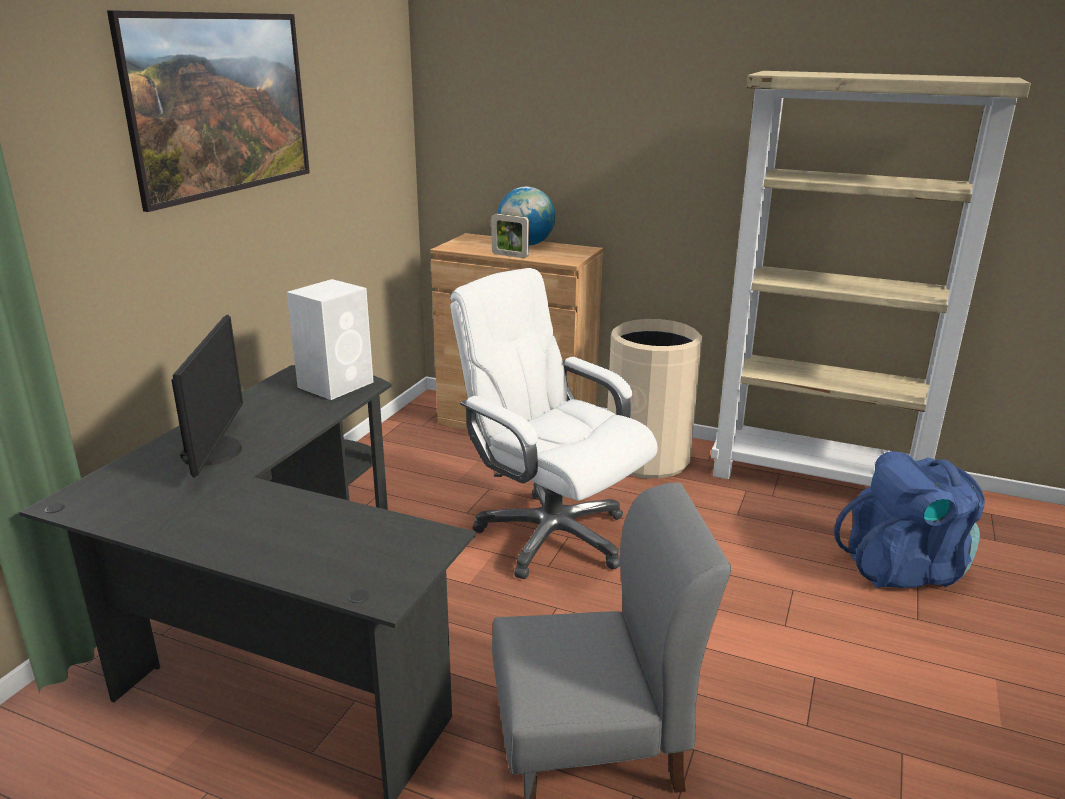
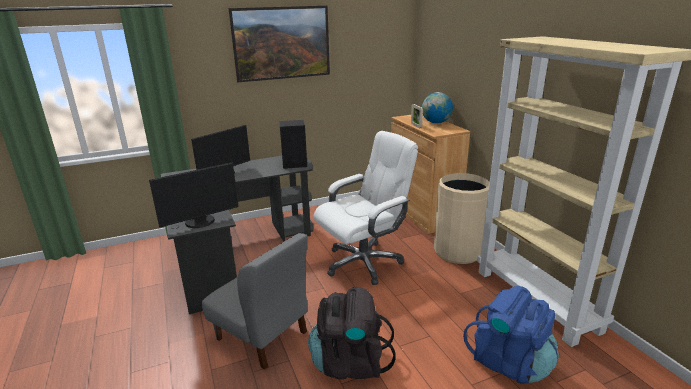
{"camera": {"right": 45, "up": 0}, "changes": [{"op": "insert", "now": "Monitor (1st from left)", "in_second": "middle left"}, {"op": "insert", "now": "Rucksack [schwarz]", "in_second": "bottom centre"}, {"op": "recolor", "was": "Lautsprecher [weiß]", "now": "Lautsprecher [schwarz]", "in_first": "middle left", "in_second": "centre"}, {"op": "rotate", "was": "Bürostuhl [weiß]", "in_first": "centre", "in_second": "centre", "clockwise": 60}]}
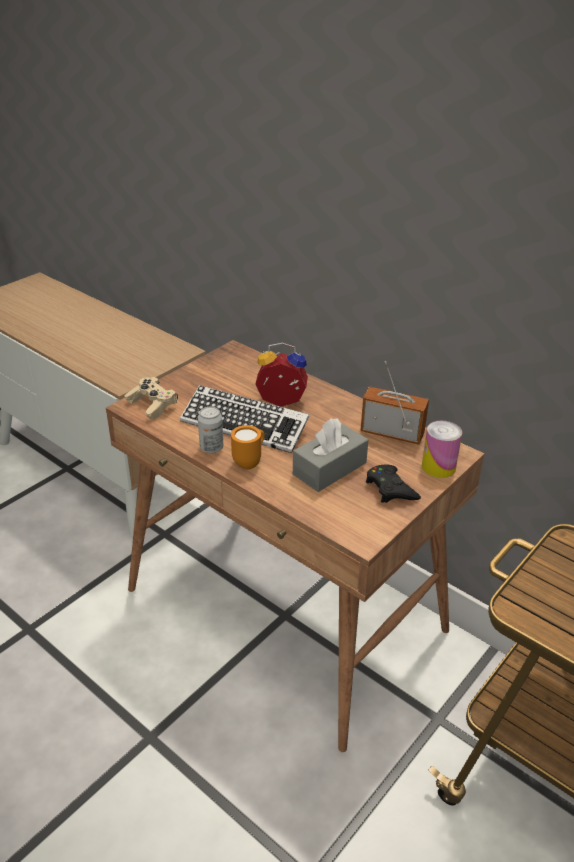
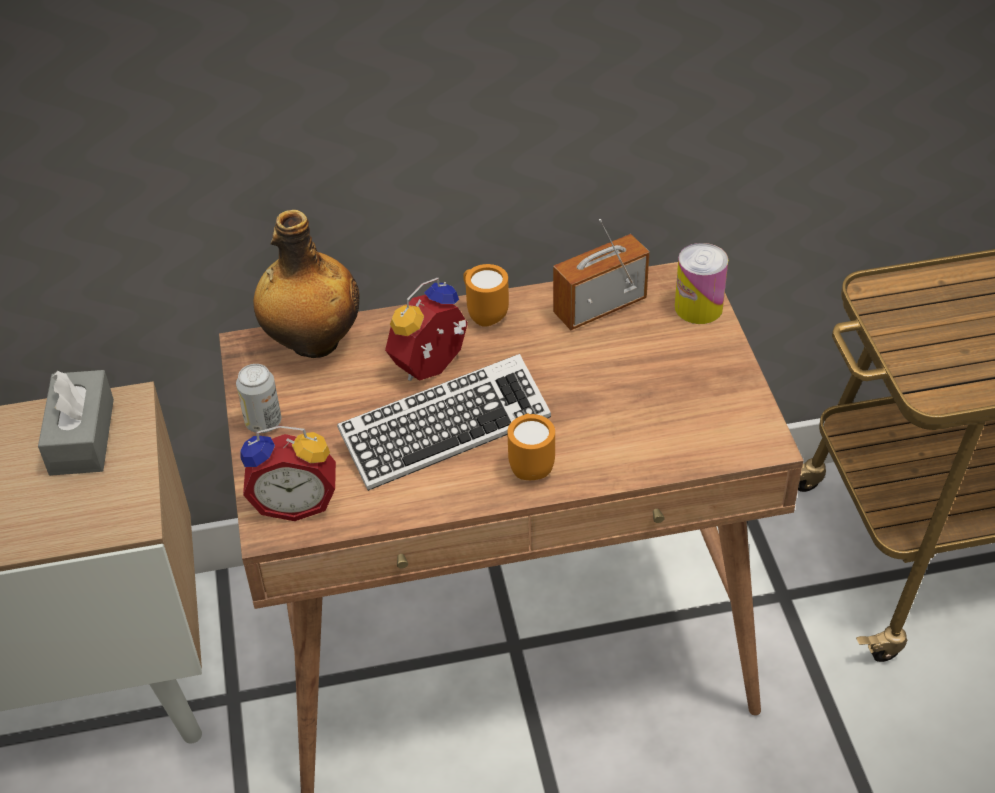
{"camera": {"right": -50, "up": 10}, "changes": [{"op": "delete", "was": "Gamepad [schwarz]", "in_first": "middle right"}, {"op": "insert", "now": "Flasche", "in_second": "middle left"}, {"op": "insert", "now": "Henkelbecher [orange] (1st from left)", "in_second": "centre"}, {"op": "move", "was": "Dose (1st from left)", "in_first": "centre", "in_second": "middle left"}, {"op": "move", "was": "Taschentuchbox [grau]", "in_first": "centre", "in_second": "middle left"}, {"op": "replace", "was": "Gamepad [beige]", "now": "Wecker (1st from left)", "in_first": "middle left", "in_second": "middle left"}]}
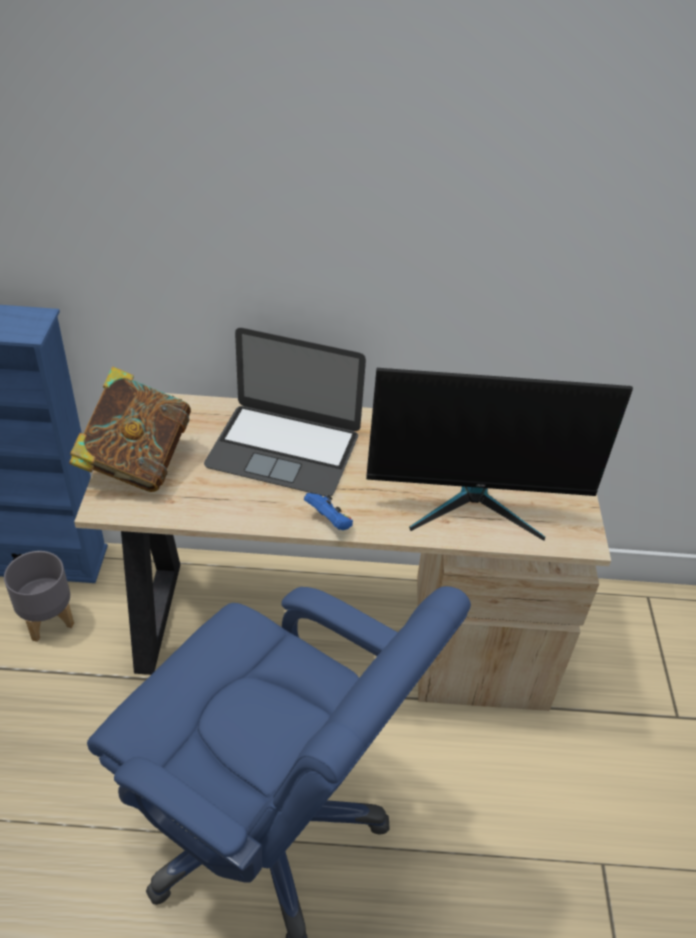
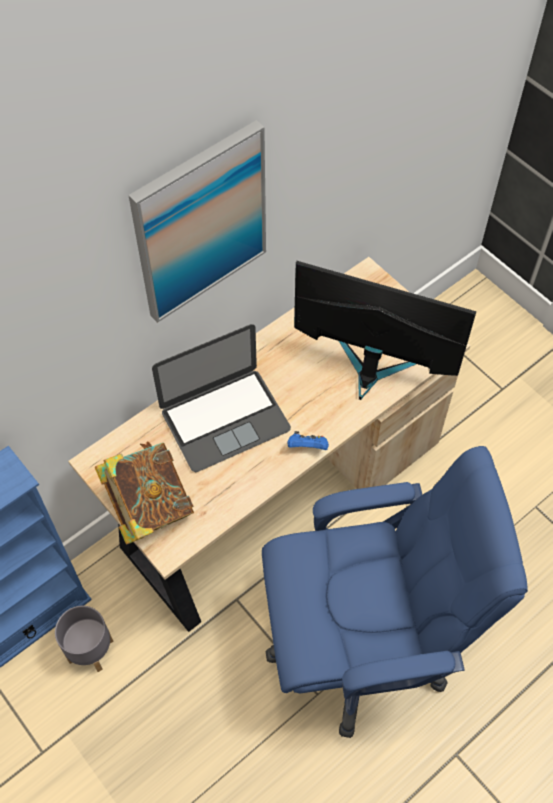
{"camera": {"right": -40, "up": 15}, "changes": [{"op": "insert", "now": "Bild", "in_second": "top centre"}, {"op": "rotate", "was": "Monitor", "in_first": "middle right", "in_second": "middle right", "clockwise": -120}]}
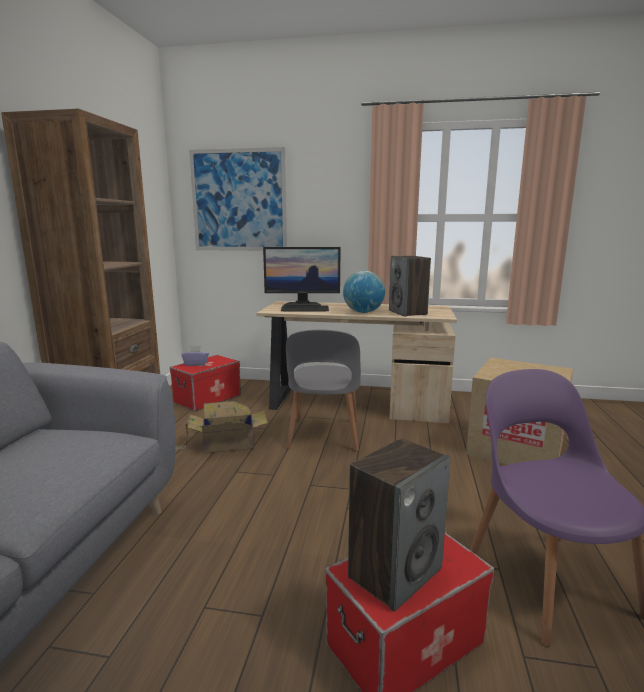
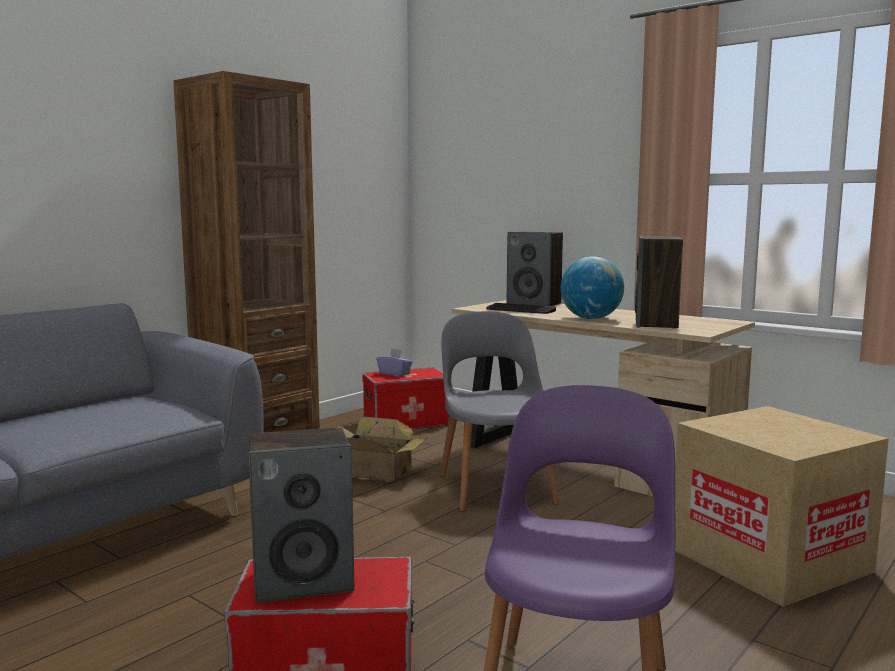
{"camera": {"right": 30, "up": -5}, "changes": [{"op": "delete", "was": "Bild", "in_first": "top centre"}, {"op": "replace", "was": "Monitor", "now": "Lautsprecher (2nd from left)", "in_first": "centre", "in_second": "centre"}, {"op": "rotate", "was": "Stuhl [grau]", "in_first": "centre", "in_second": "centre", "clockwise": 135}]}
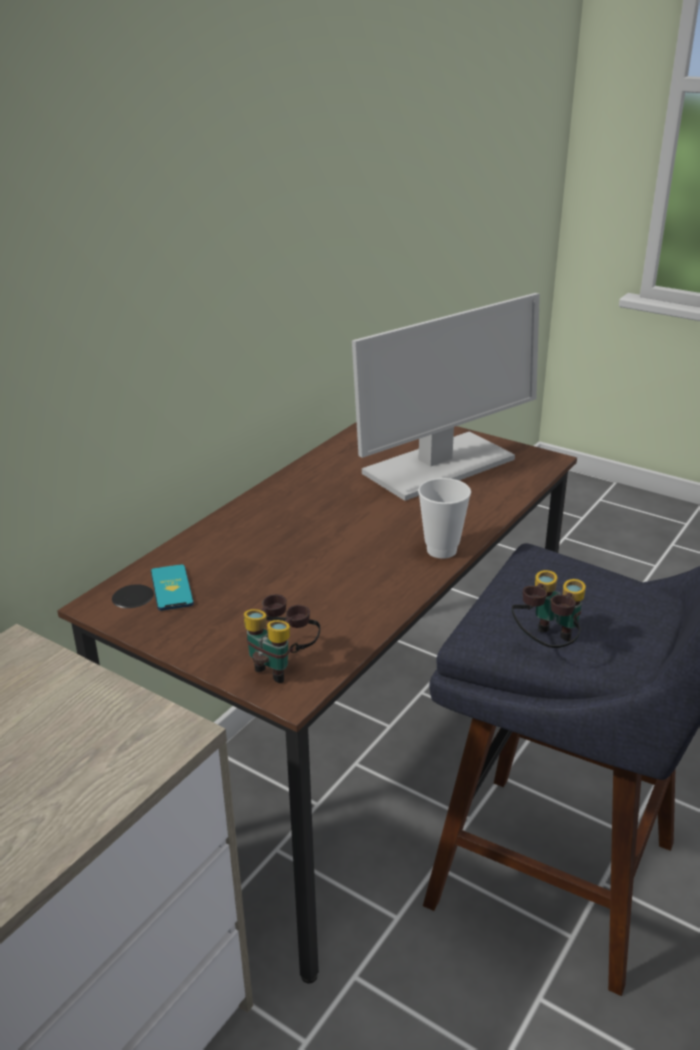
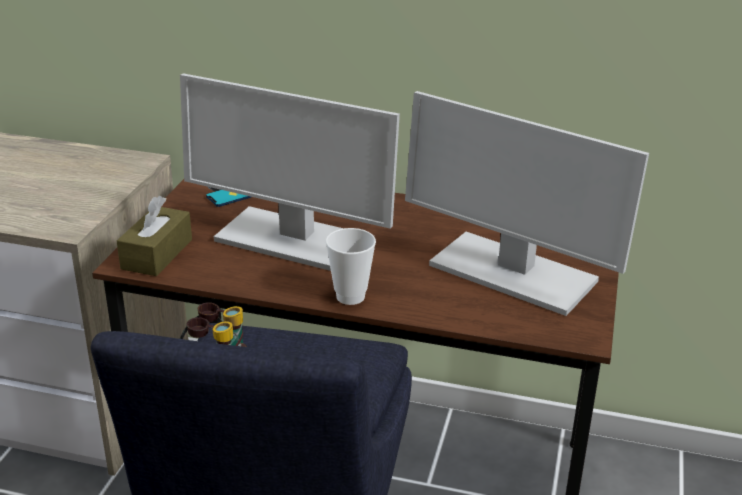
{"camera": {"right": 70, "up": 0}, "changes": [{"op": "insert", "now": "Monitor (1st from left)", "in_second": "centre"}, {"op": "replace", "was": "Fernglas (1st from left)", "now": "Taschentuchbox [braun]", "in_first": "centre", "in_second": "middle left"}]}
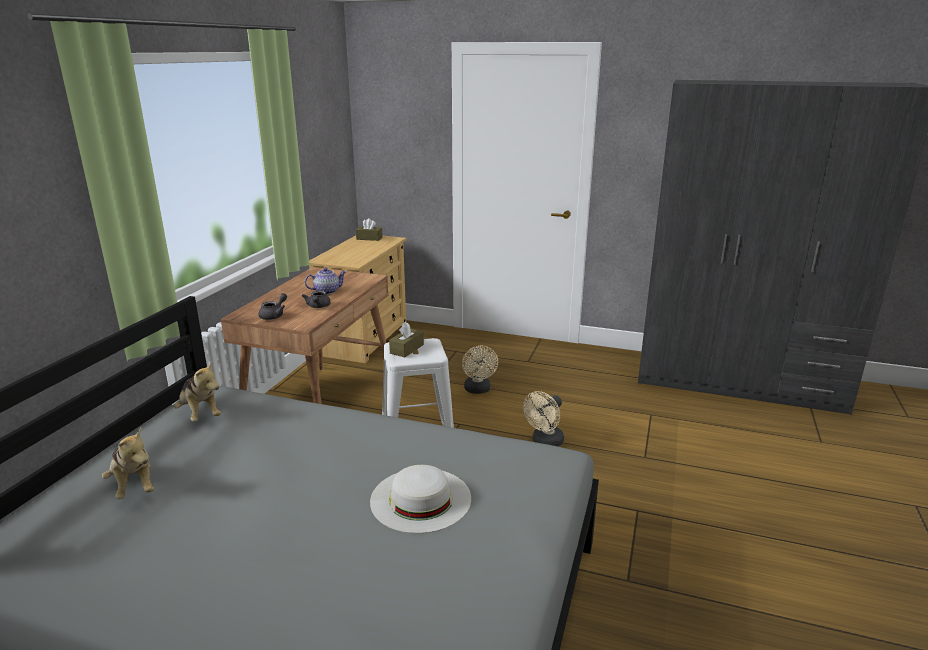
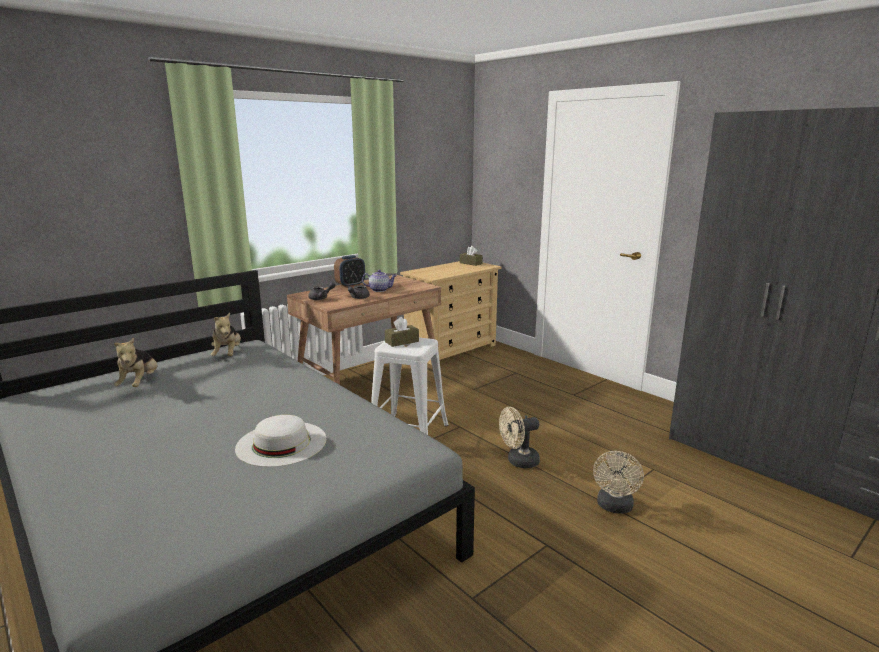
{"camera": {"right": 30, "up": -5}, "changes": [{"op": "insert", "now": "Wecker", "in_second": "centre"}, {"op": "move", "was": "Ventilator [beige] (1st from left in the first image)", "now": "Ventilator [beige] (2nd from left)", "in_first": "centre", "in_second": "bottom right"}]}
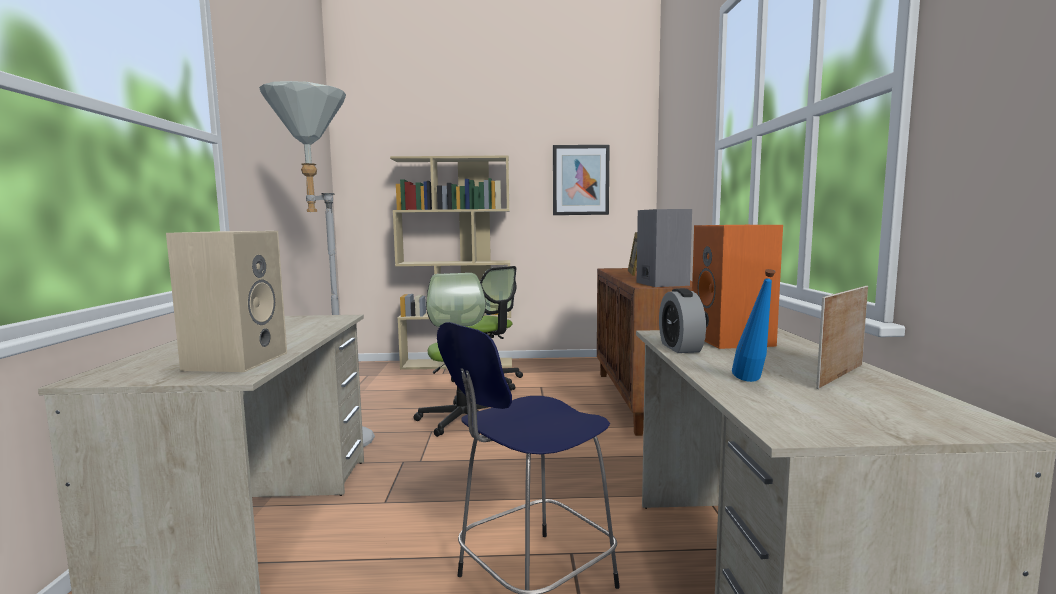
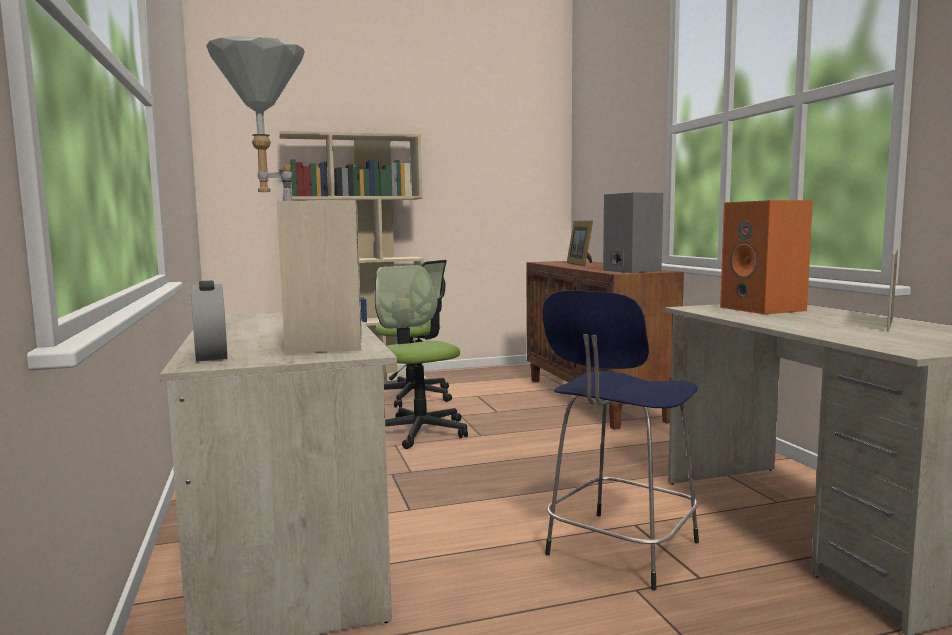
{"camera": {"right": -15, "up": 0}, "changes": [{"op": "delete", "was": "Bild", "in_first": "top centre"}, {"op": "delete", "was": "Flasche [blau]", "in_first": "middle right"}, {"op": "move", "was": "Wecker", "in_first": "centre", "in_second": "middle left"}]}
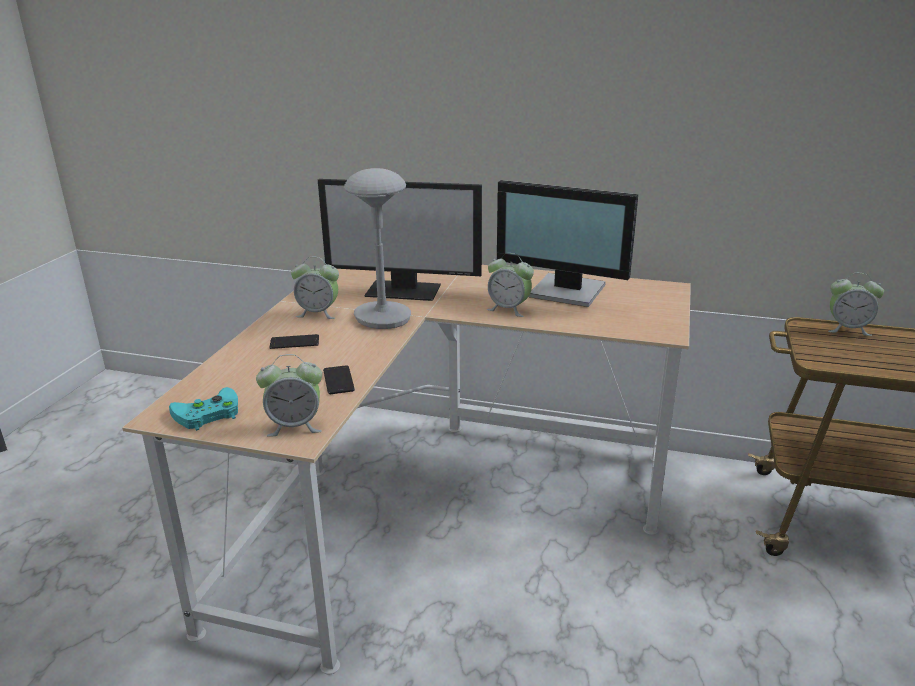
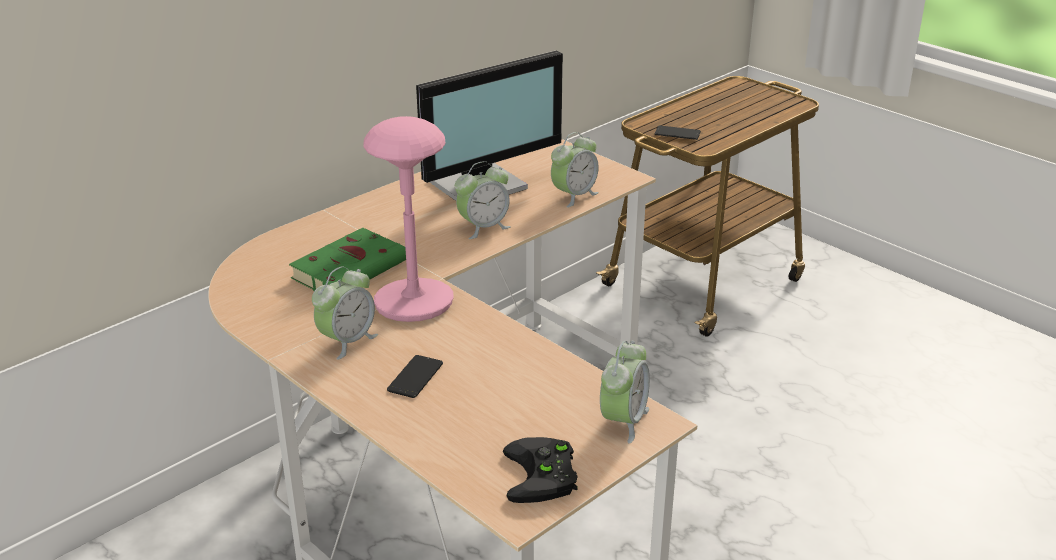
{"camera": {"right": -60, "up": 5}, "changes": [{"op": "move", "was": "Handy (2nd from left)", "in_first": "centre", "in_second": "top centre"}, {"op": "move", "was": "Wecker (4th from left in the first image)", "now": "Wecker (3rd from left)", "in_first": "middle right", "in_second": "top centre"}, {"op": "replace", "was": "Monitor (1st from left)", "now": "Buch [grün]", "in_first": "centre", "in_second": "middle left"}, {"op": "recolor", "was": "Gamepad [türkis]", "now": "Gamepad [schwarz]", "in_first": "middle left", "in_second": "bottom centre"}, {"op": "recolor", "was": "Tischlampe [grau]", "now": "Tischlampe [rosa]", "in_first": "centre", "in_second": "centre"}]}
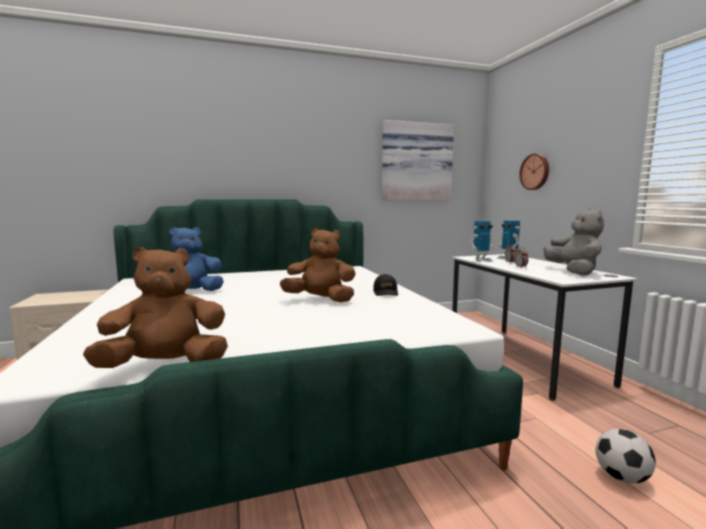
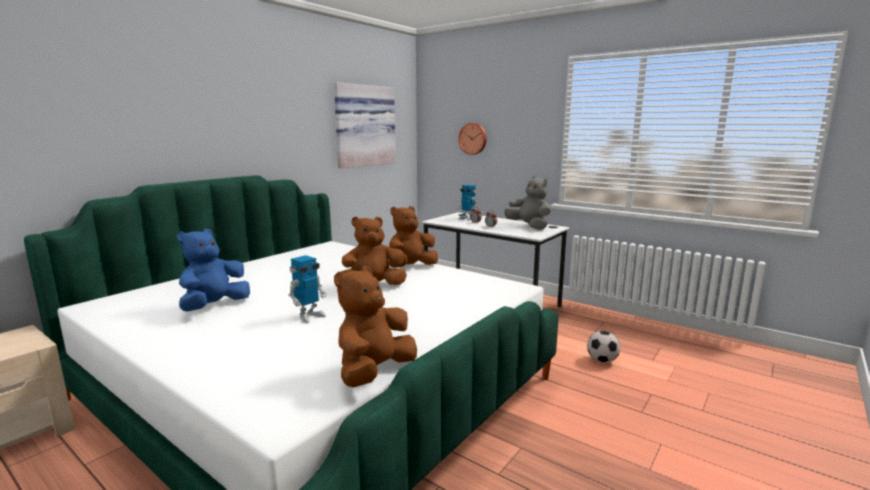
{"camera": {"right": -35, "up": 5}, "changes": [{"op": "move", "was": "Spielzeugroboter (1st from left)", "in_first": "middle right", "in_second": "centre"}, {"op": "replace", "was": "Kappe [schwarz]", "now": "Plüschtier [braun] (3rd from left)", "in_first": "centre", "in_second": "centre"}]}
